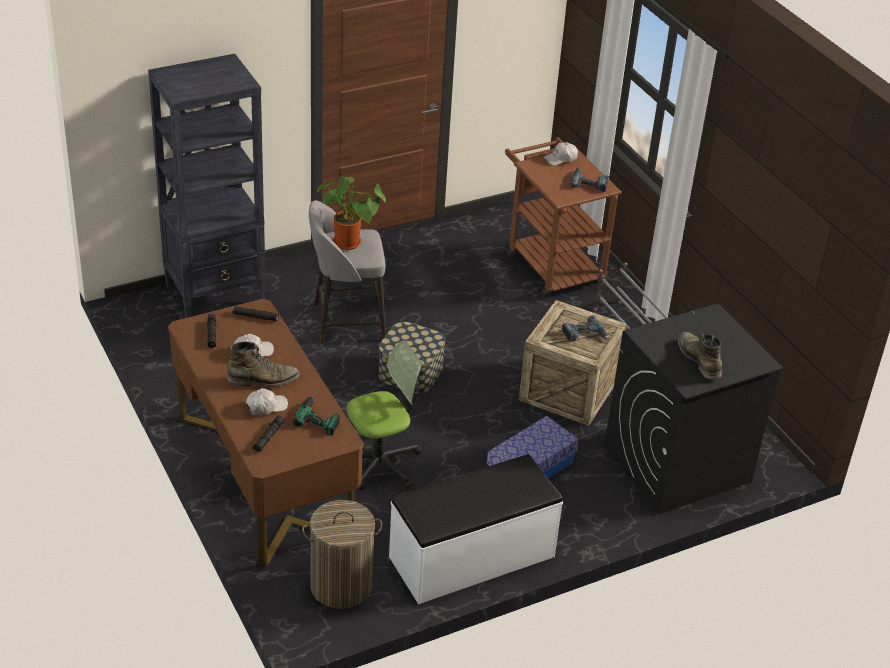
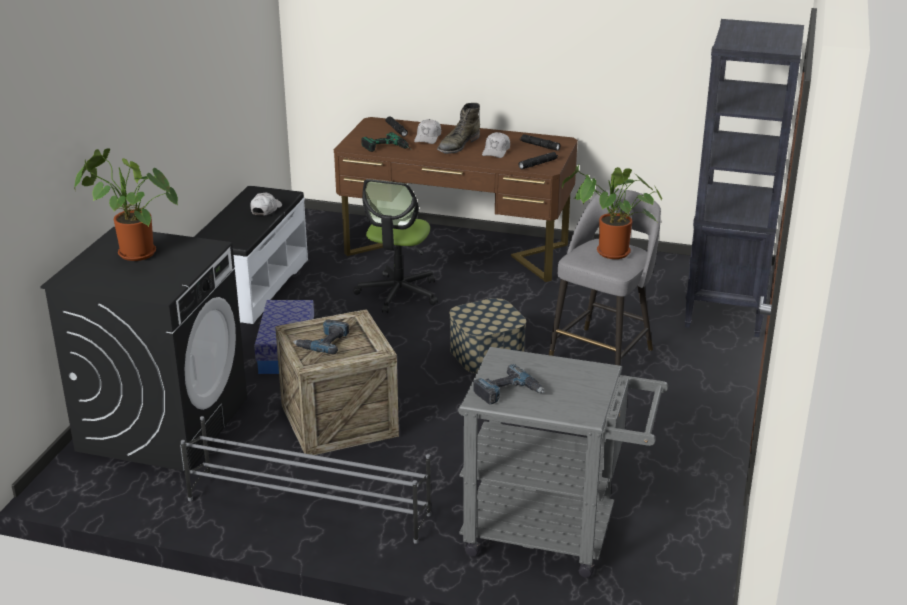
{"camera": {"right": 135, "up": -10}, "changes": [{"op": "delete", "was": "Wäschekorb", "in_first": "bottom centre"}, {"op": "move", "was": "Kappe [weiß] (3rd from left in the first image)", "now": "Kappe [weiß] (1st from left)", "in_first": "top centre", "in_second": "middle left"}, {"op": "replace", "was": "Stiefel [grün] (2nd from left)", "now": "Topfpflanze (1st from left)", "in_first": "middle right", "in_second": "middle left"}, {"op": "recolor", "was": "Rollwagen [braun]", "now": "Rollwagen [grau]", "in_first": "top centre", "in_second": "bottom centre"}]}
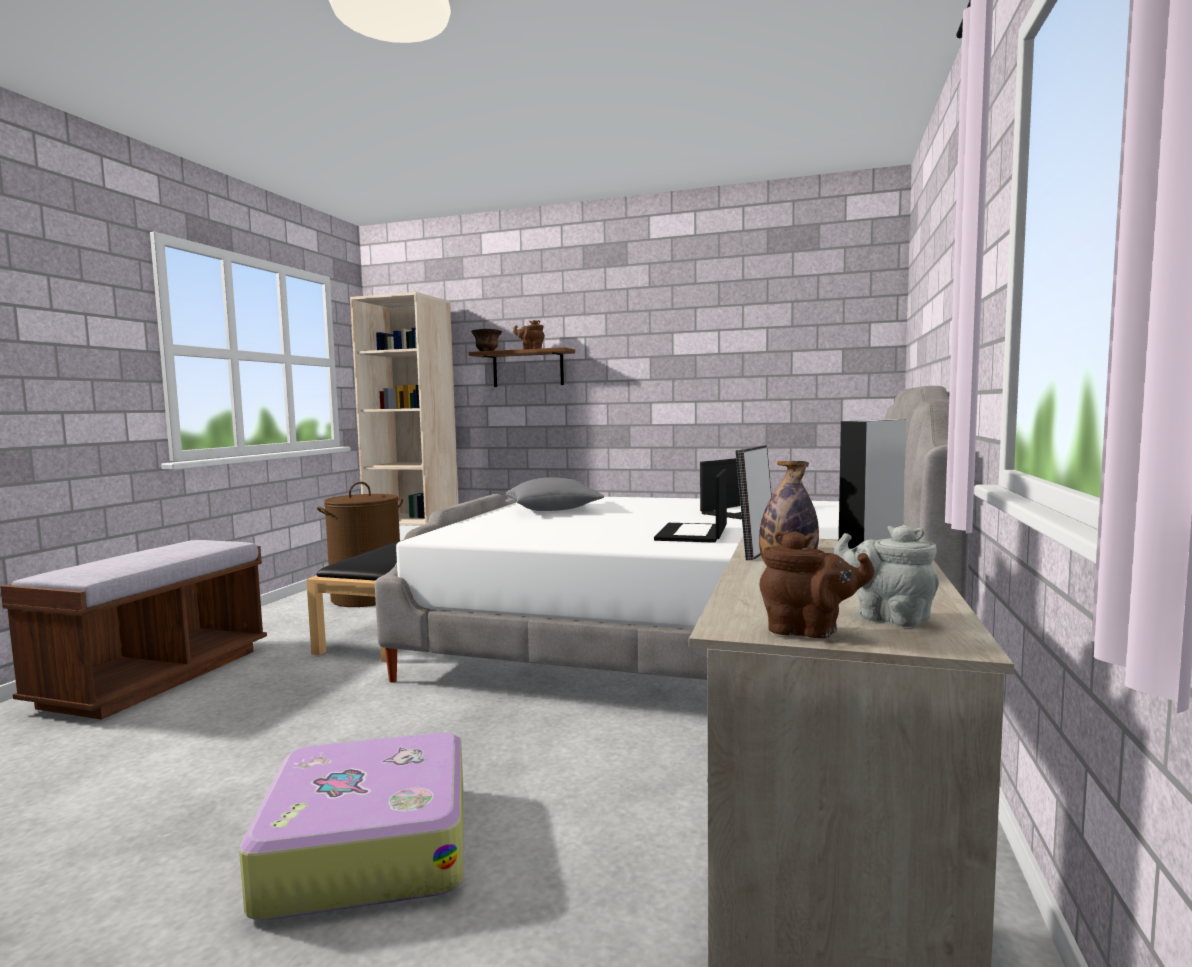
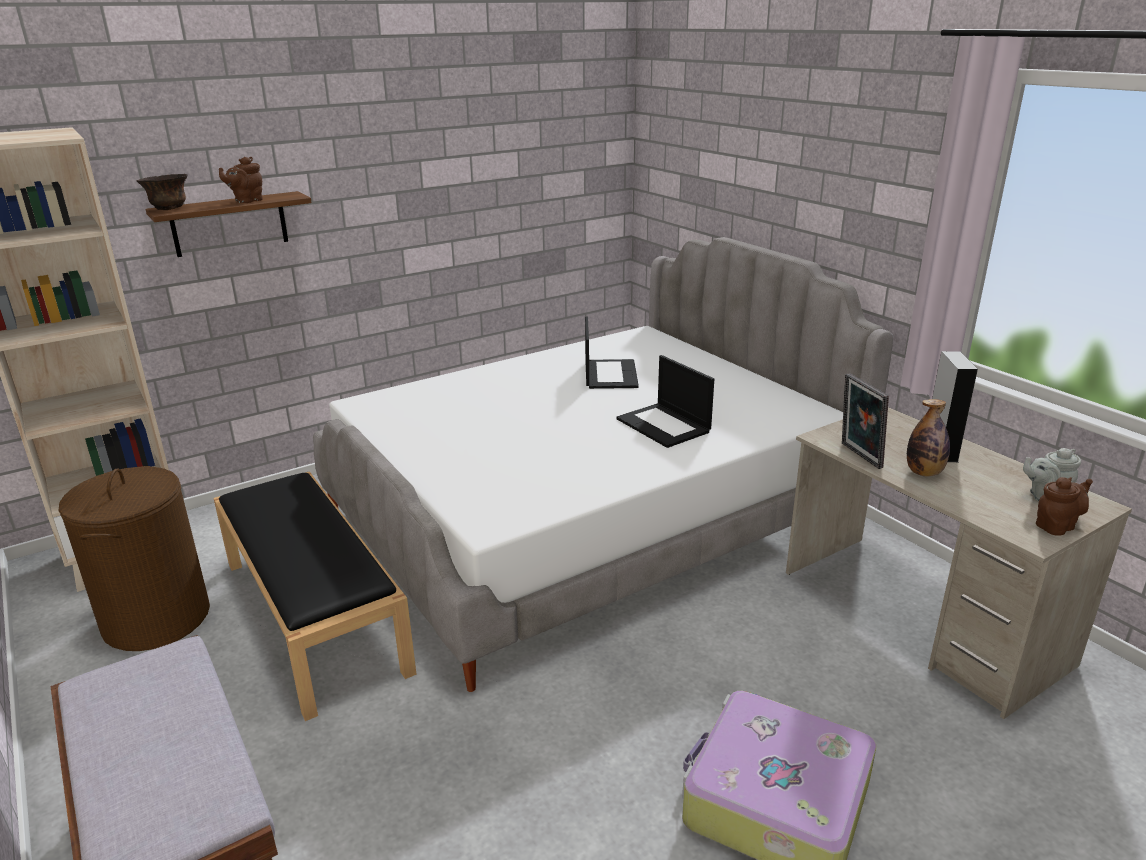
{"camera": {"right": -50, "up": 20}, "changes": [{"op": "delete", "was": "Kissen [grau]", "in_first": "centre"}]}
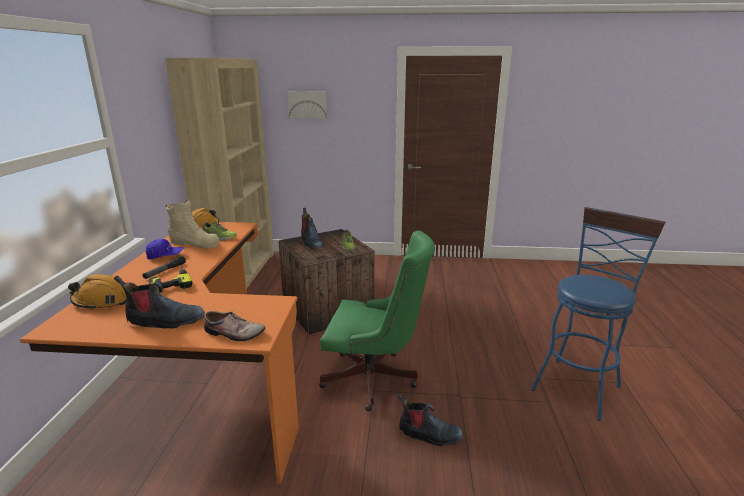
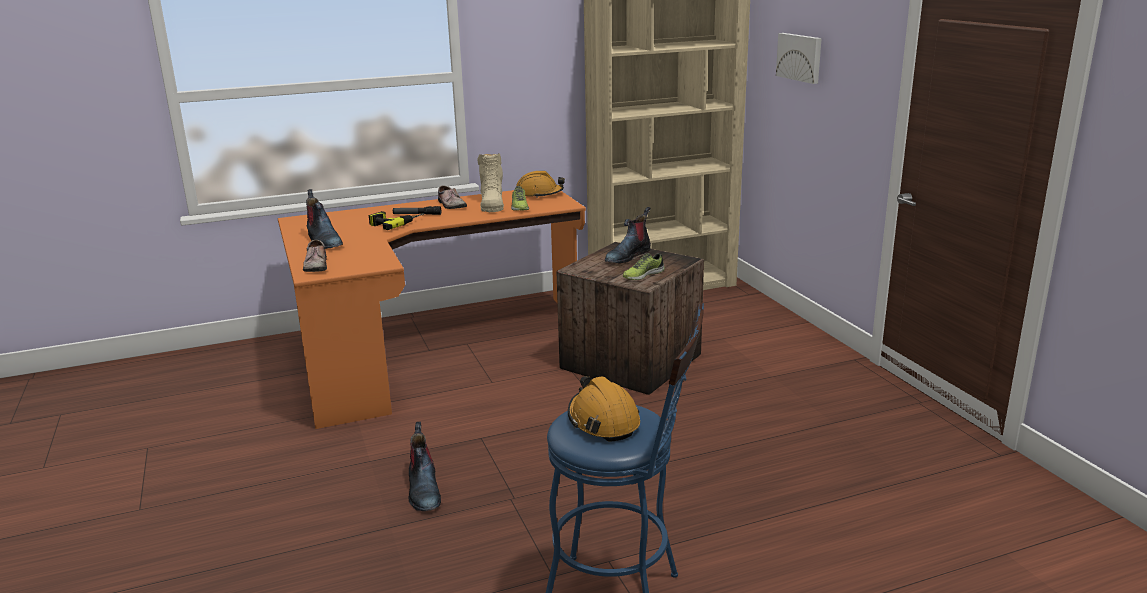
{"camera": {"right": 65, "up": 0}, "changes": [{"op": "delete", "was": "Bürostuhl [grün]", "in_first": "centre"}, {"op": "move", "was": "Schutzhelm [orange] (1st from left in the first image)", "now": "Schutzhelm [orange] (2nd from left)", "in_first": "middle left", "in_second": "bottom centre"}, {"op": "replace", "was": "Kappe [blau]", "now": "Schuh (2nd from left)", "in_first": "middle left", "in_second": "top centre"}]}
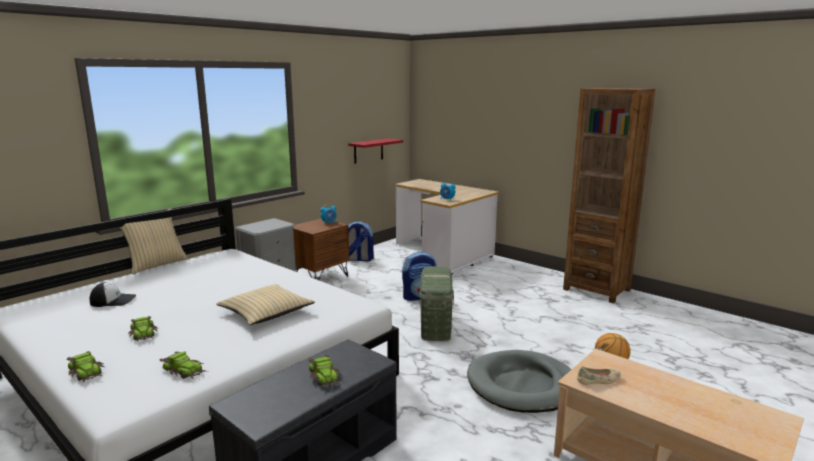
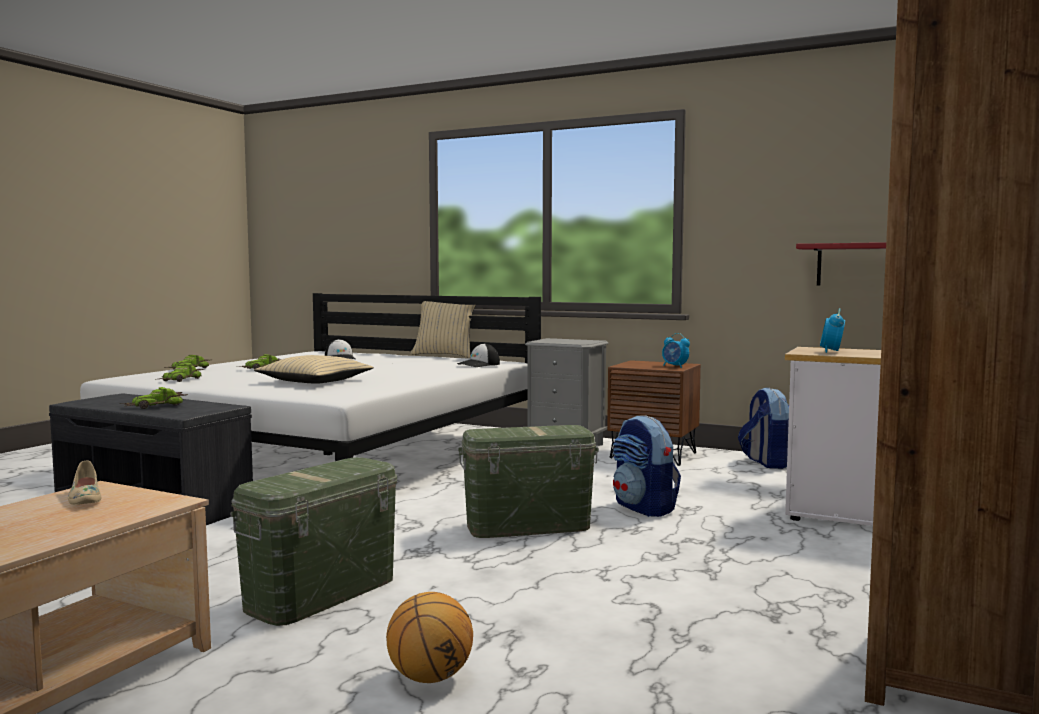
{"camera": {"right": 75, "up": -10}, "changes": [{"op": "insert", "now": "Kappe (2nd from left)", "in_second": "centre"}, {"op": "replace", "was": "Hundebett [grau]", "now": "Aufbewahrungsbox [grün] (1st from left)", "in_first": "bottom centre", "in_second": "bottom left"}]}
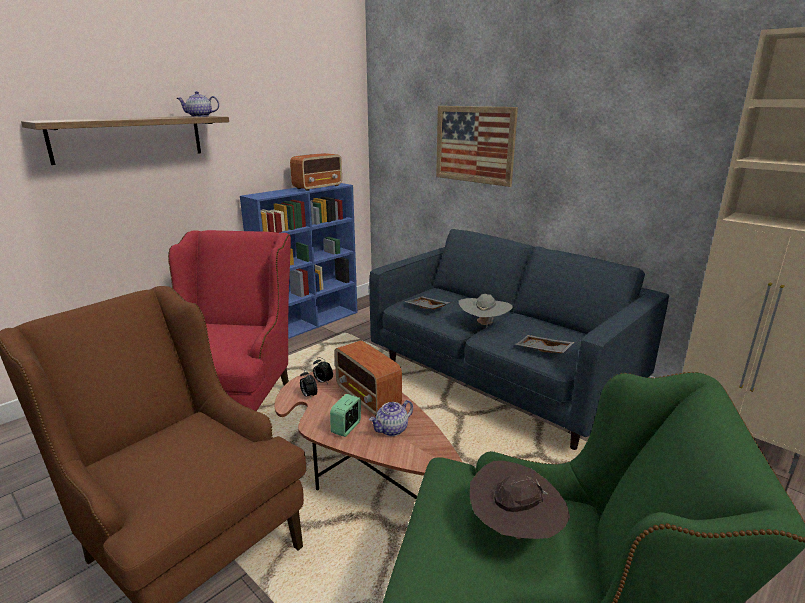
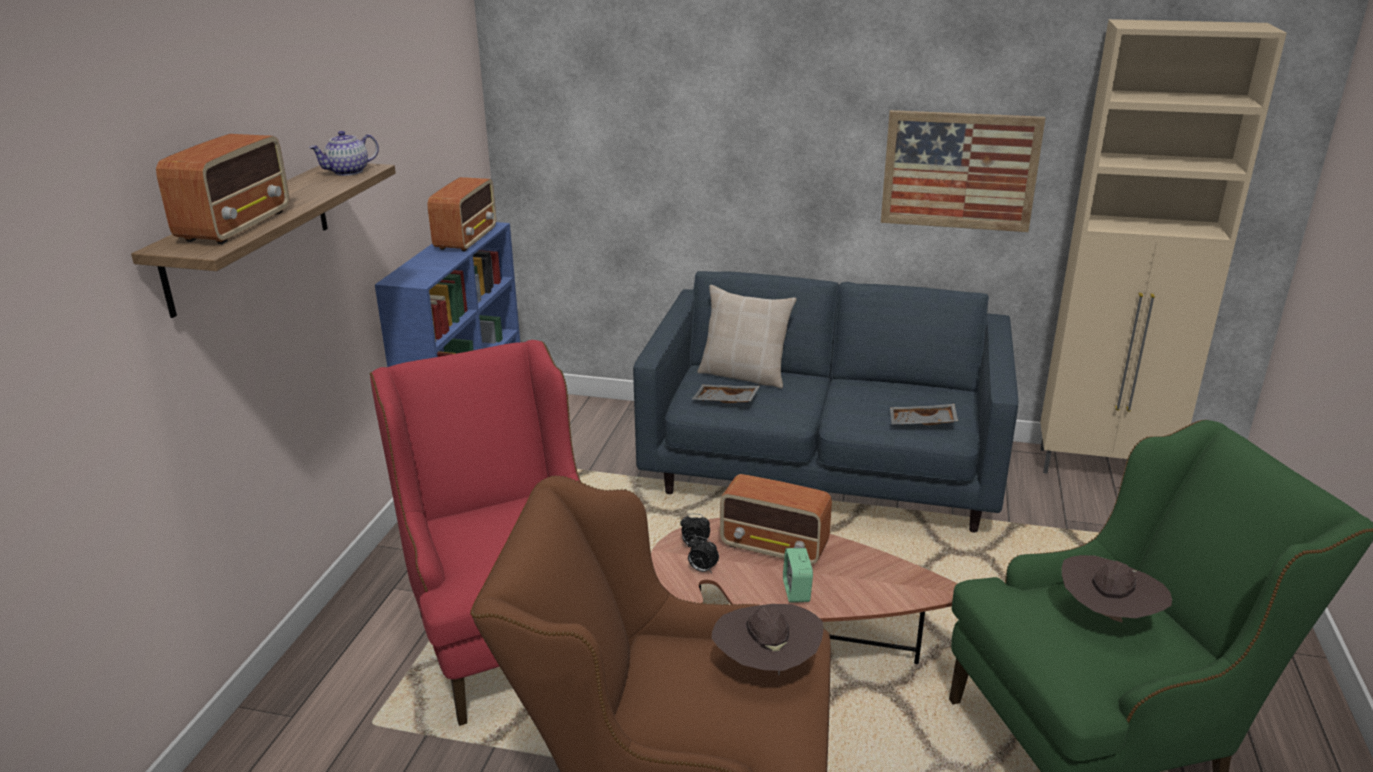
{"camera": {"right": -30, "up": 5}, "changes": [{"op": "delete", "was": "Teekanne (2nd from left)", "in_first": "bottom centre"}, {"op": "delete", "was": "Hut [grau]", "in_first": "centre"}, {"op": "insert", "now": "Radio (1st from left)", "in_second": "top left"}, {"op": "insert", "now": "Kissen [beige]", "in_second": "centre"}, {"op": "insert", "now": "Hut [braun] (1st from left)", "in_second": "bottom centre"}, {"op": "move", "was": "Bild", "in_first": "top centre", "in_second": "top right"}]}
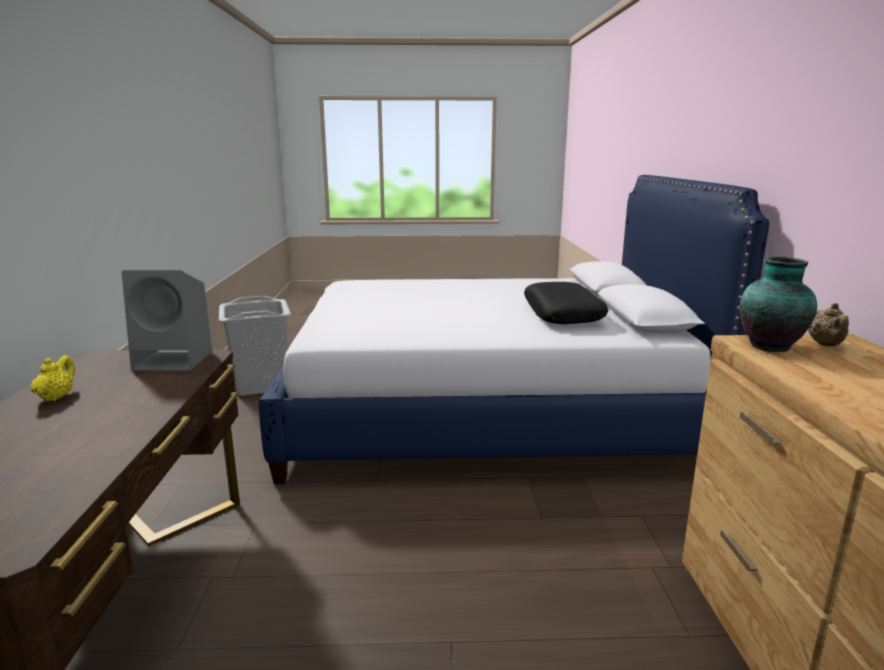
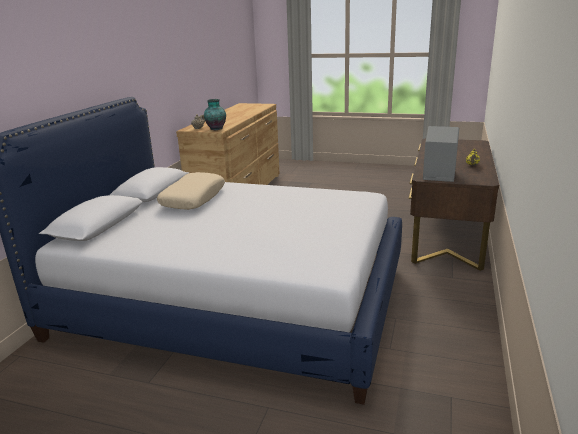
{"camera": {"right": -160, "up": 5}, "changes": [{"op": "delete", "was": "Wäschekorb [grau]", "in_first": "middle left"}, {"op": "recolor", "was": "Kissen [schwarz]", "now": "Kissen [beige]", "in_first": "centre", "in_second": "middle left"}]}
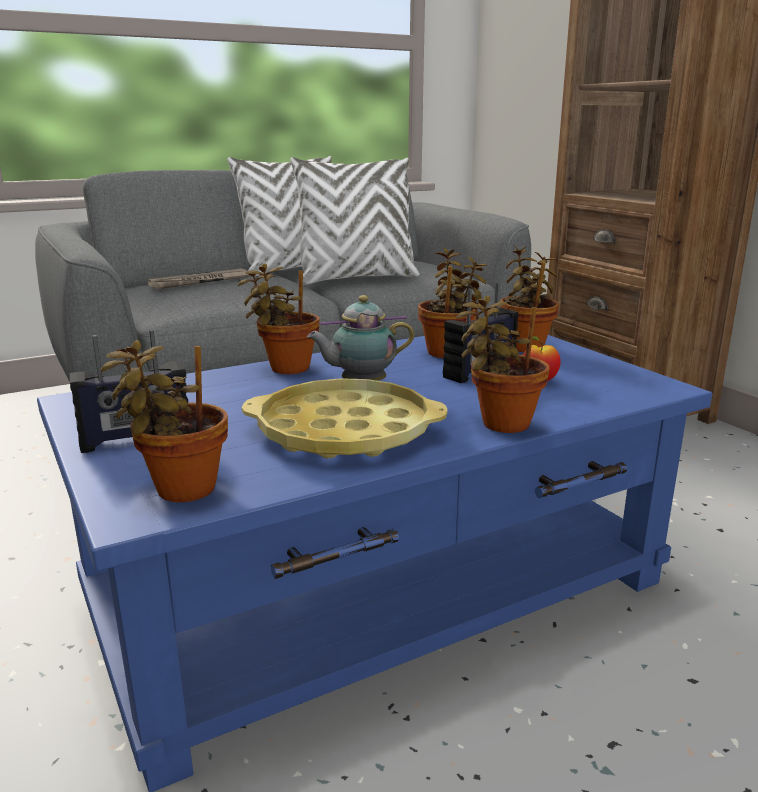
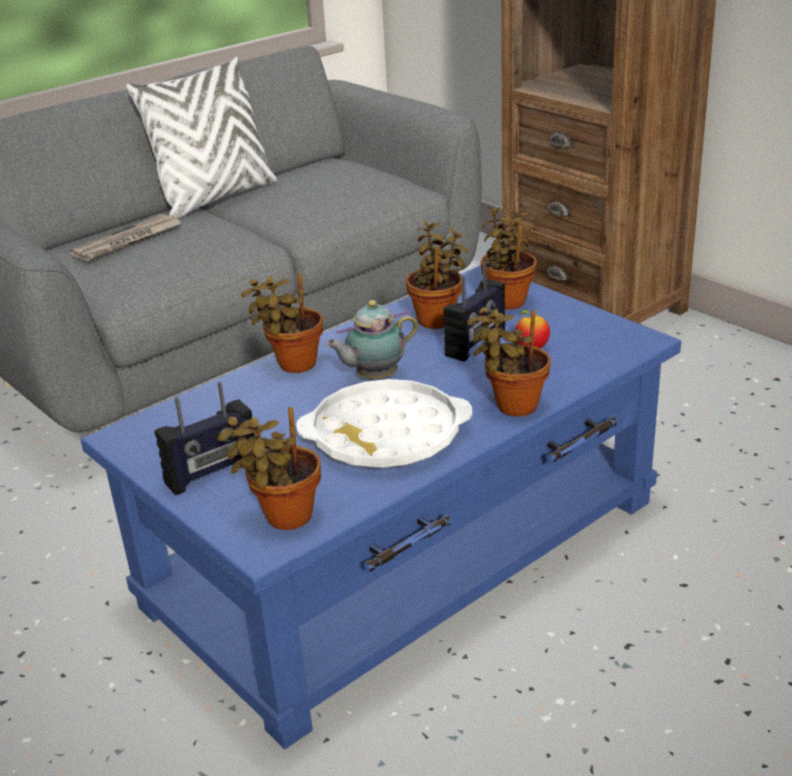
{"camera": {"right": -10, "up": 10}, "changes": [{"op": "delete", "was": "Kissen [weiß] (2nd from left)", "in_first": "top centre"}, {"op": "recolor", "was": "Tablett [gelb]", "now": "Tablett [weiß]", "in_first": "centre", "in_second": "centre"}]}
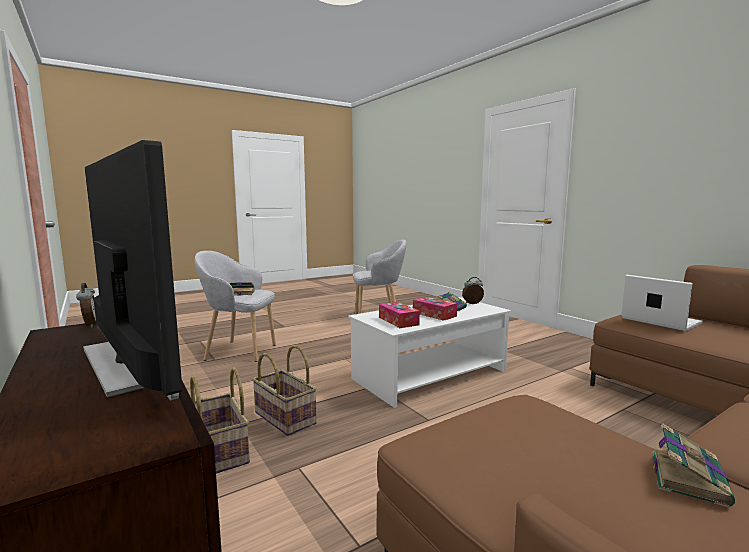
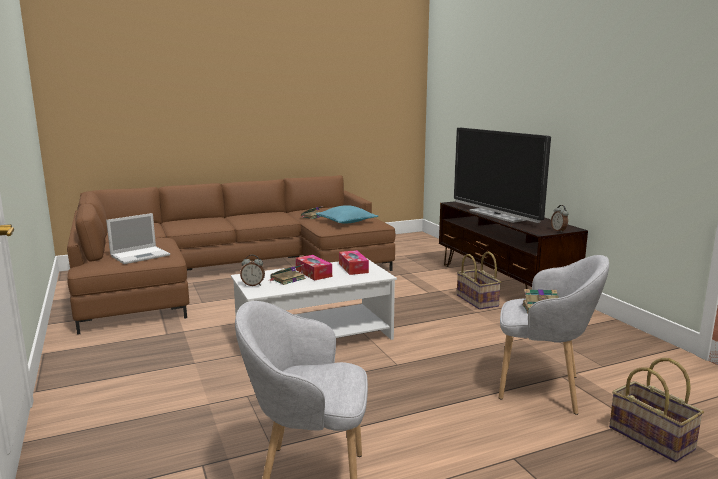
{"camera": {"right": -170, "up": 5}, "changes": [{"op": "insert", "now": "Kissen [türkis]", "in_second": "centre"}, {"op": "move", "was": "Korb (2nd from left)", "in_first": "bottom centre", "in_second": "bottom right"}, {"op": "rotate", "was": "Laptop", "in_first": "middle right", "in_second": "middle left", "clockwise": -105}]}
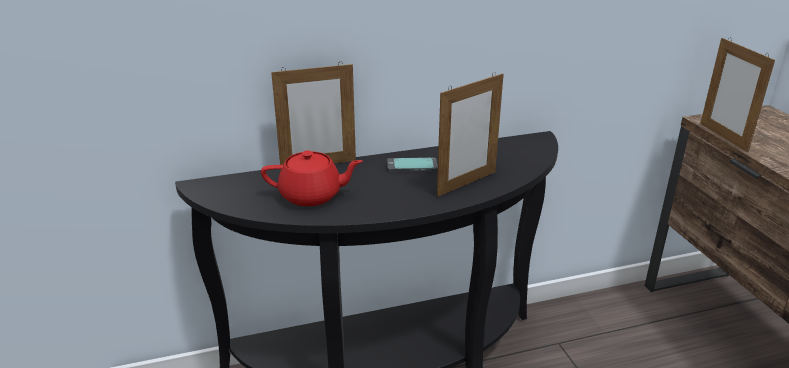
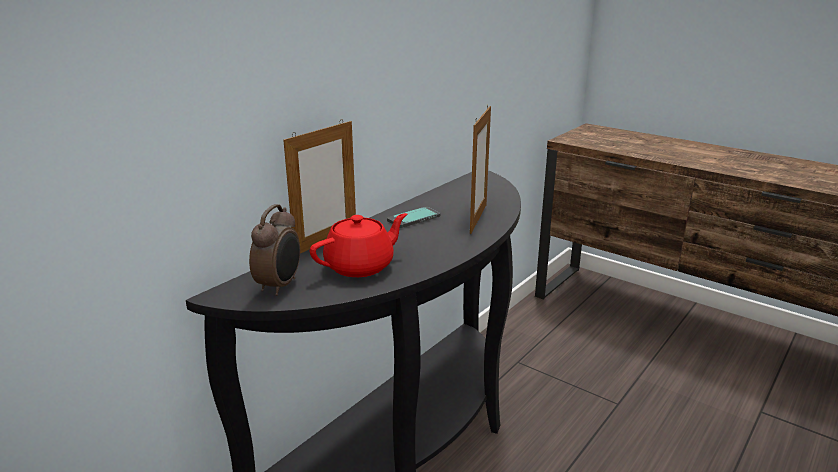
{"camera": {"right": -35, "up": -5}, "changes": [{"op": "delete", "was": "Bilderrahmen (3rd from left)", "in_first": "top right"}, {"op": "insert", "now": "Wecker", "in_second": "middle left"}]}
